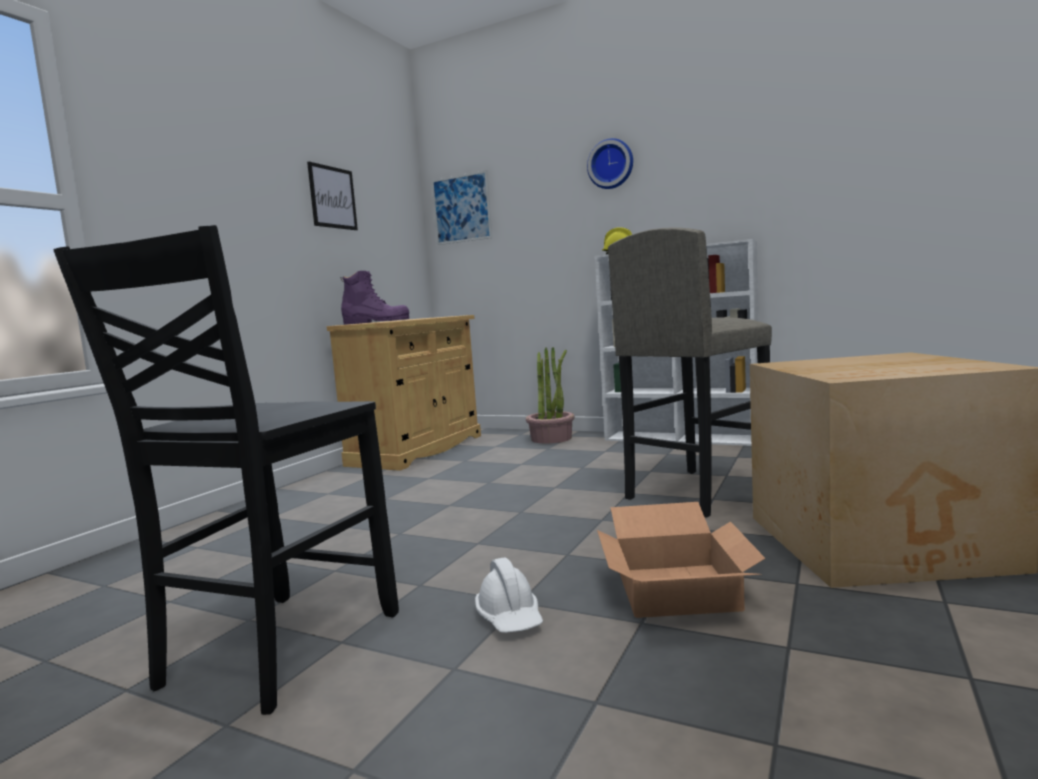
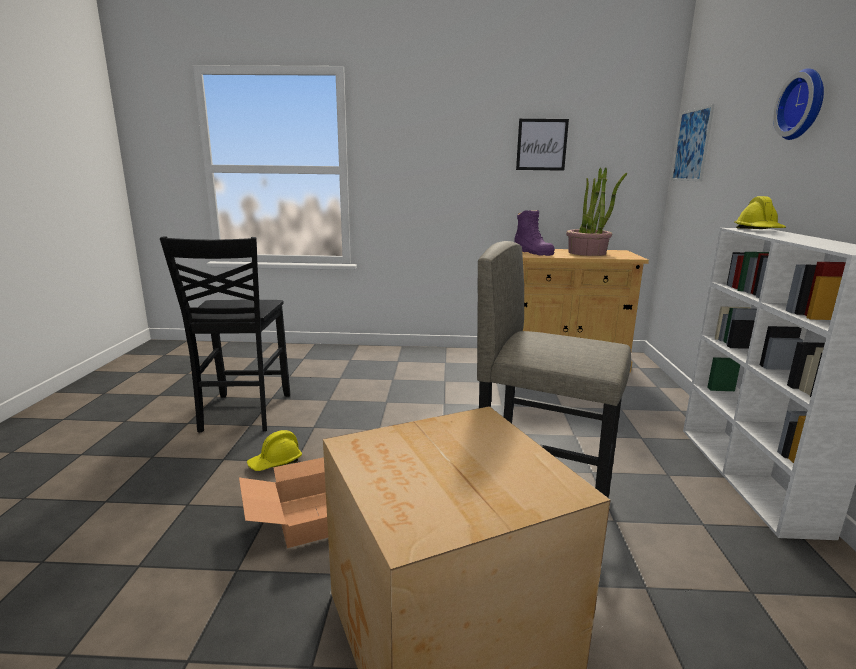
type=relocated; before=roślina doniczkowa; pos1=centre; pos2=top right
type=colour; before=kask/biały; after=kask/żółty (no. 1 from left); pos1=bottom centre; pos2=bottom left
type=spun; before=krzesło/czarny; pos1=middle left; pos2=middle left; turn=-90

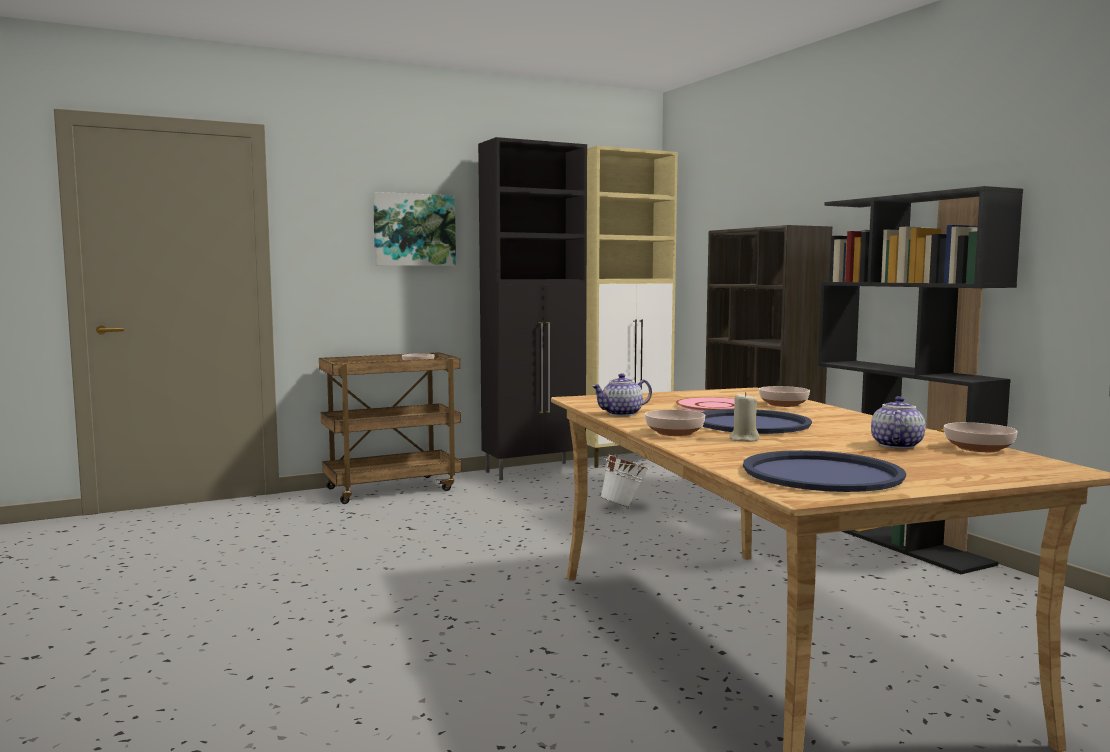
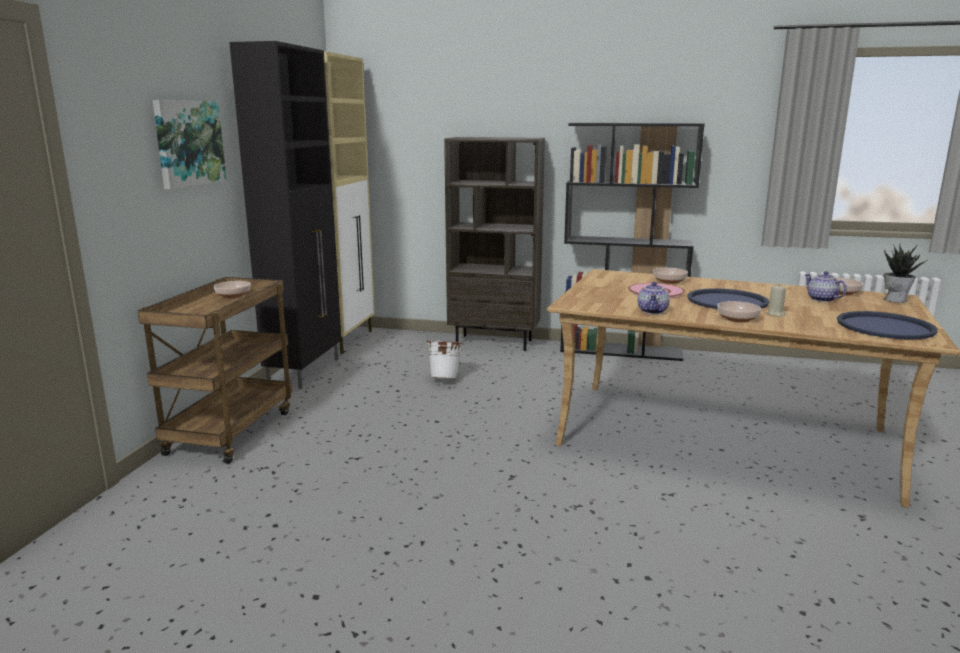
type=appeared; after=roślina doniczkowa; pos2=middle right

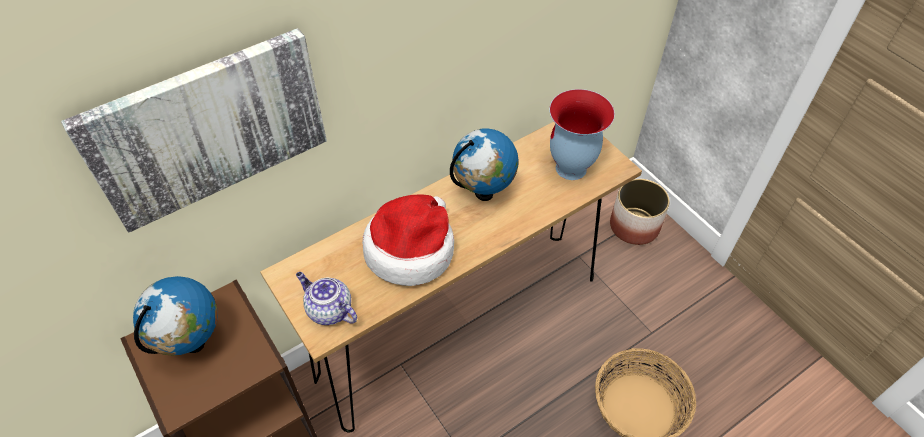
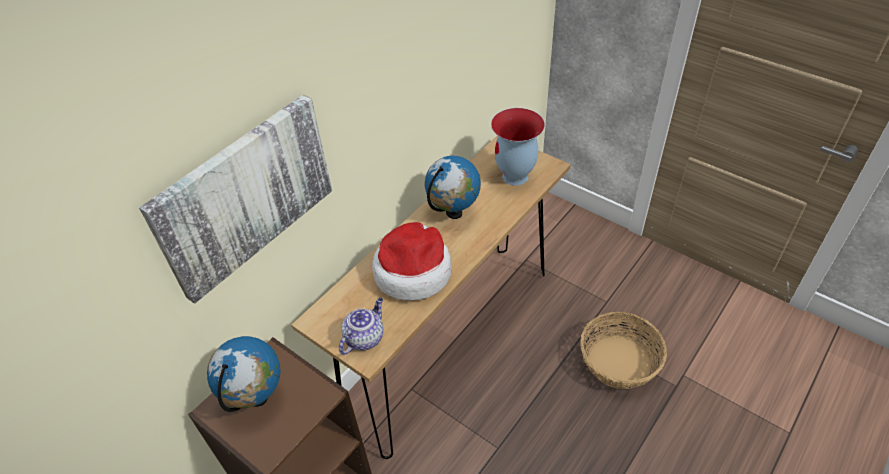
type=missing; before=donica; pos1=middle right
type=spun; before=imbryk; pos1=bottom centre; pos2=bottom centre; turn=105

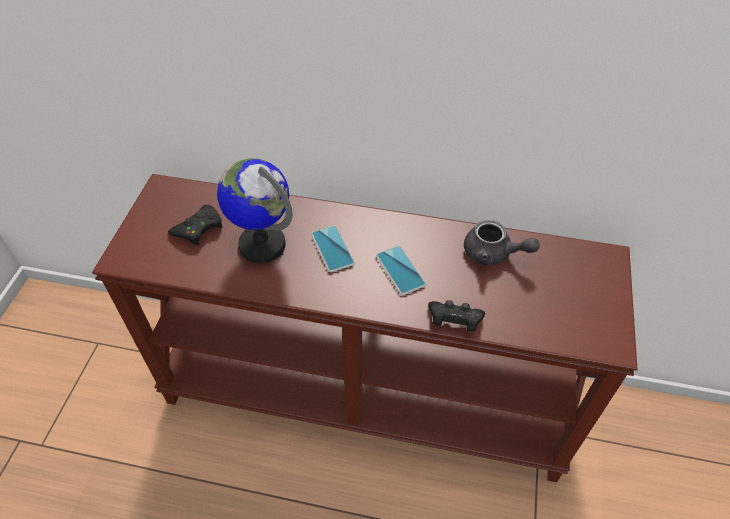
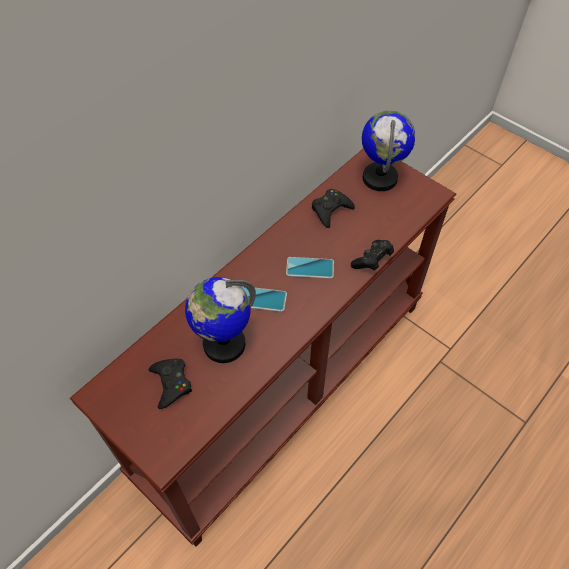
type=appeared; after=globus (no. 2 from left); pos2=top right
type=exchanged; before=imbryk/szary; after=pad do gier/czarny (no. 2 from left); pos1=middle right; pos2=centre

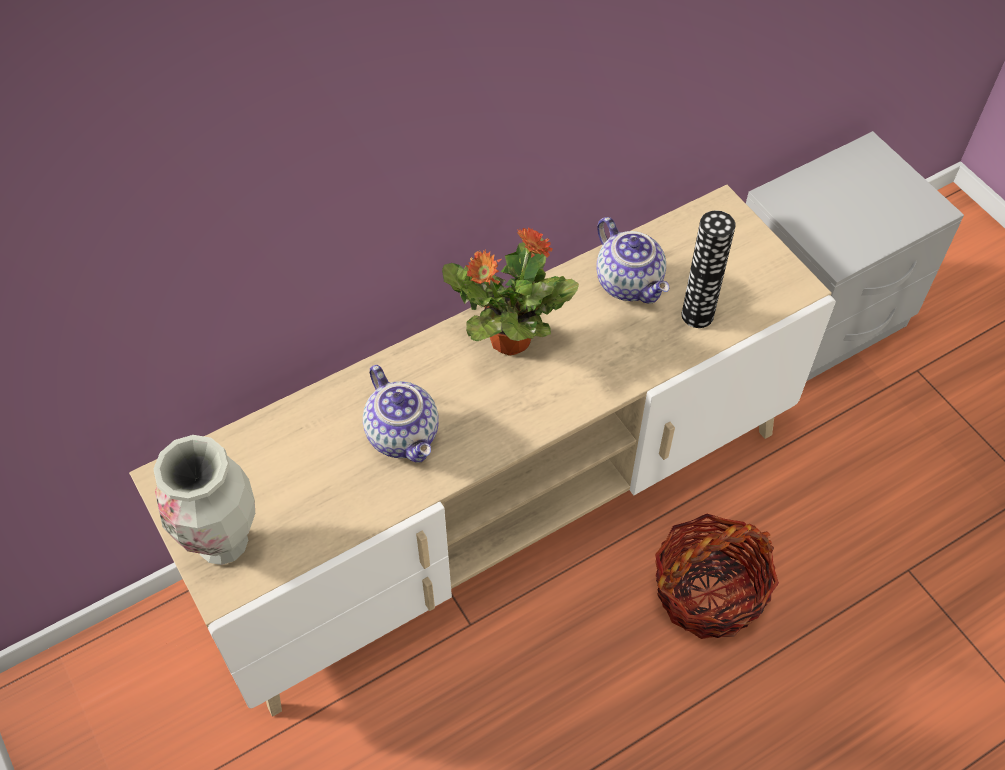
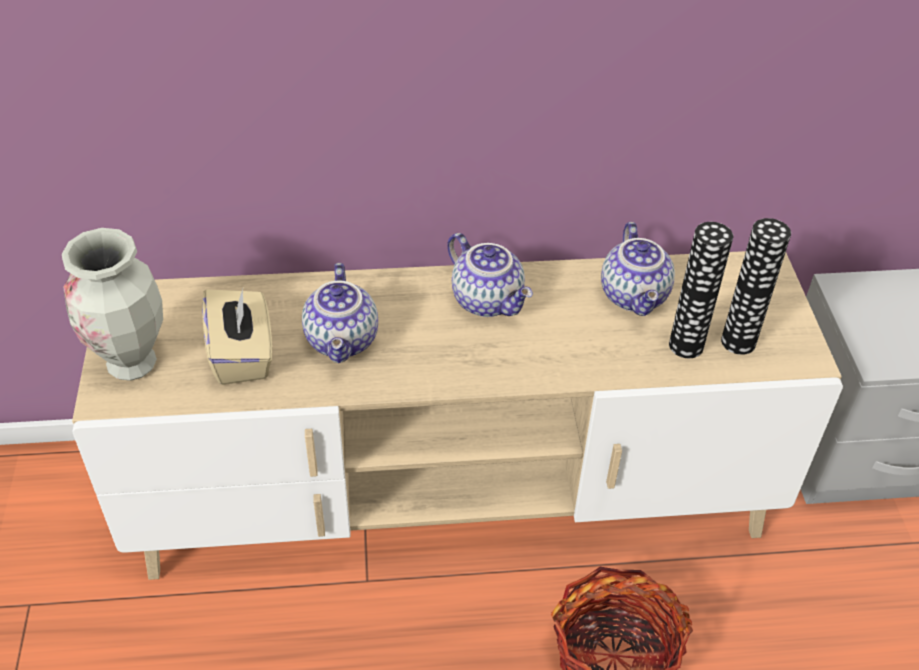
type=appeared; after=pudełko chusteczek/beżowy; pos2=middle left
type=appeared; after=wazon (no. 3 from left); pos2=middle right
type=exchanged; before=roślina doniczkowa; after=imbryk (no. 2 from left); pos1=centre; pos2=centre

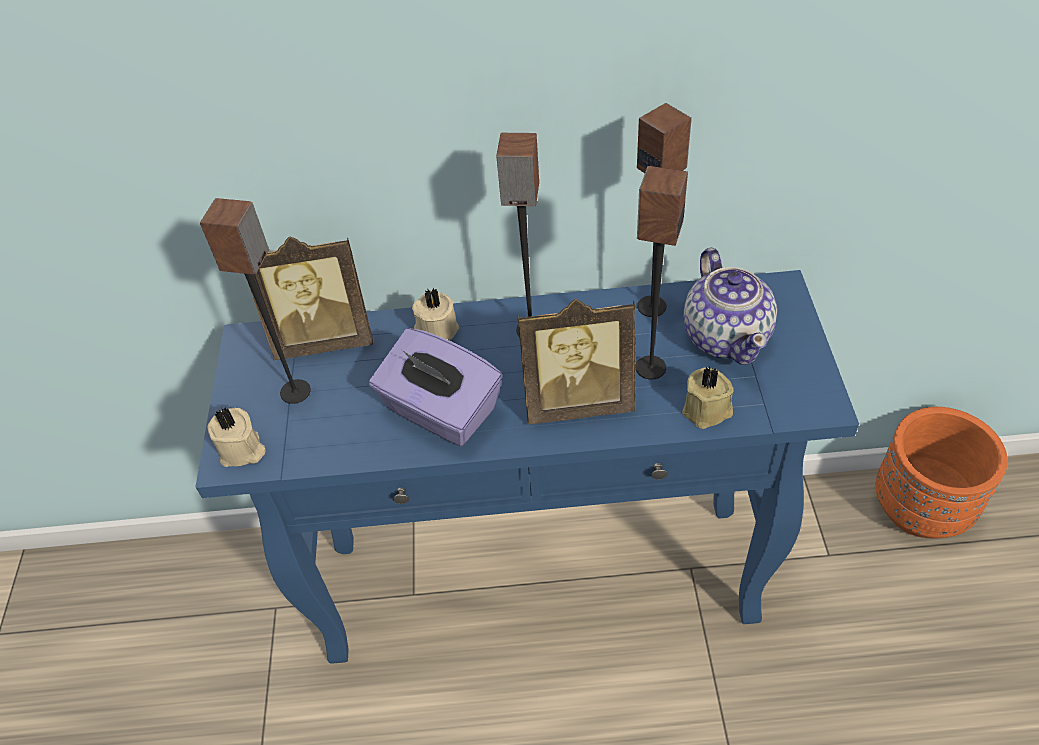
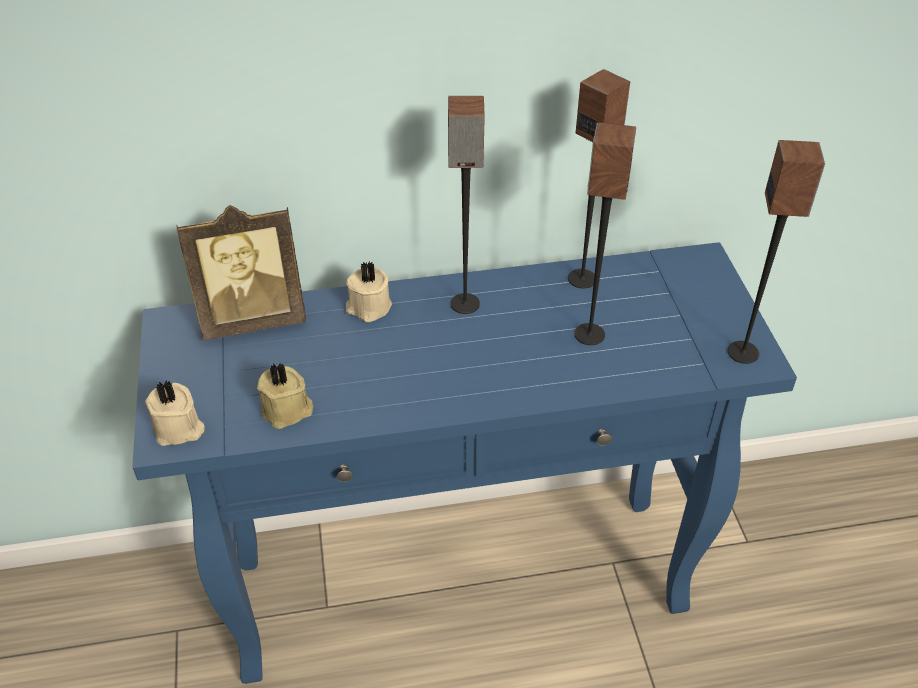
type=missing; before=pudełko chusteczek/fioletowy; pos1=centre
type=missing; before=ramka na zdjęcie (no. 2 from left); pos1=centre
type=missing; before=imbryk; pos1=middle right
type=missing; before=donica/pomarańczowy; pos1=middle right
type=relocated; before=głośnik (no. 1 from left in the first image); after=głośnik (no. 4 from left); pos1=middle left; pos2=middle right
type=relocated; before=świeca/beżowy (no. 3 from left in the first image); after=świeca/beżowy (no. 2 from left); pos1=middle right; pos2=middle left

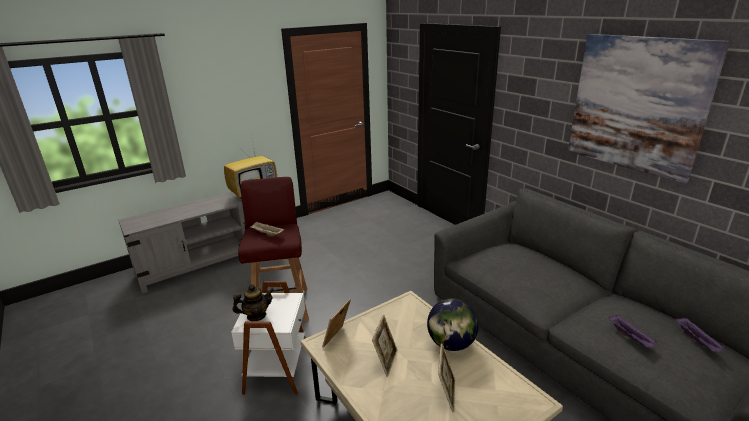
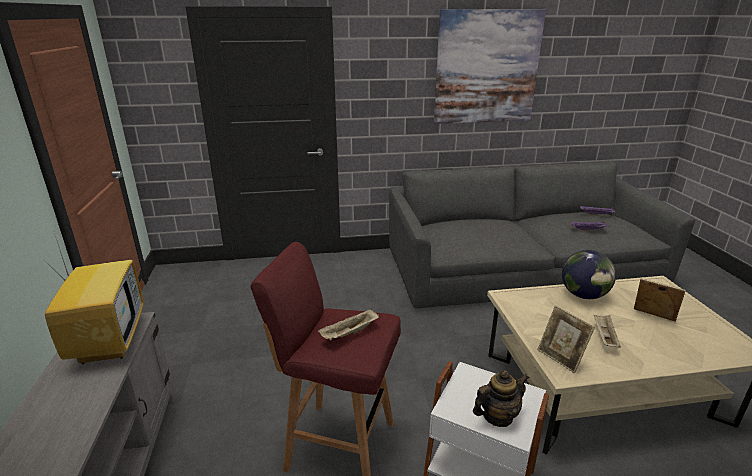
type=exchanged; before=ramka na zdjęcie (no. 2 from left); after=taca/beżowy (no. 2 from left); pos1=bottom centre; pos2=bottom right
type=spun; before=imbryk; pos1=bottom centre; pos2=bottom centre; turn=60

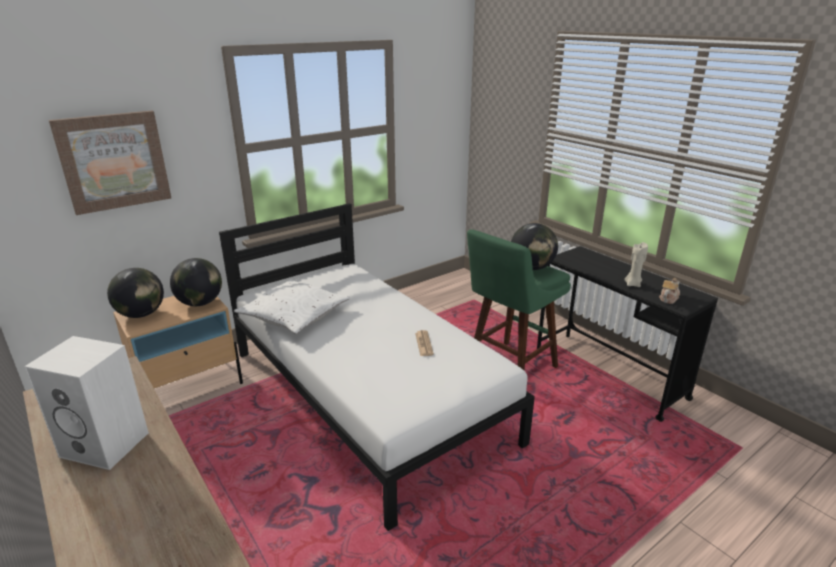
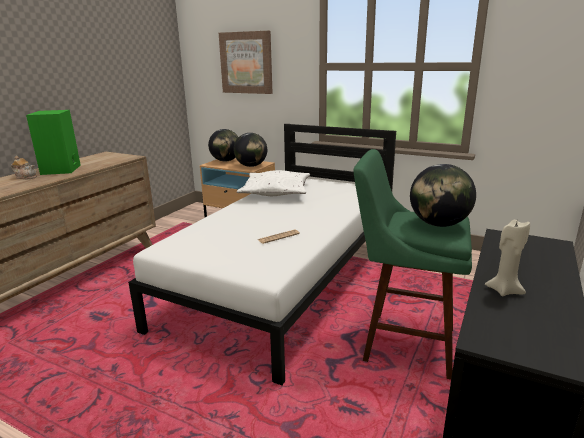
type=relocated; before=imbryk; pos1=middle right; pos2=middle left
type=colour; before=głośnik/biały; after=głośnik/zielony; pos1=bottom left; pos2=top left

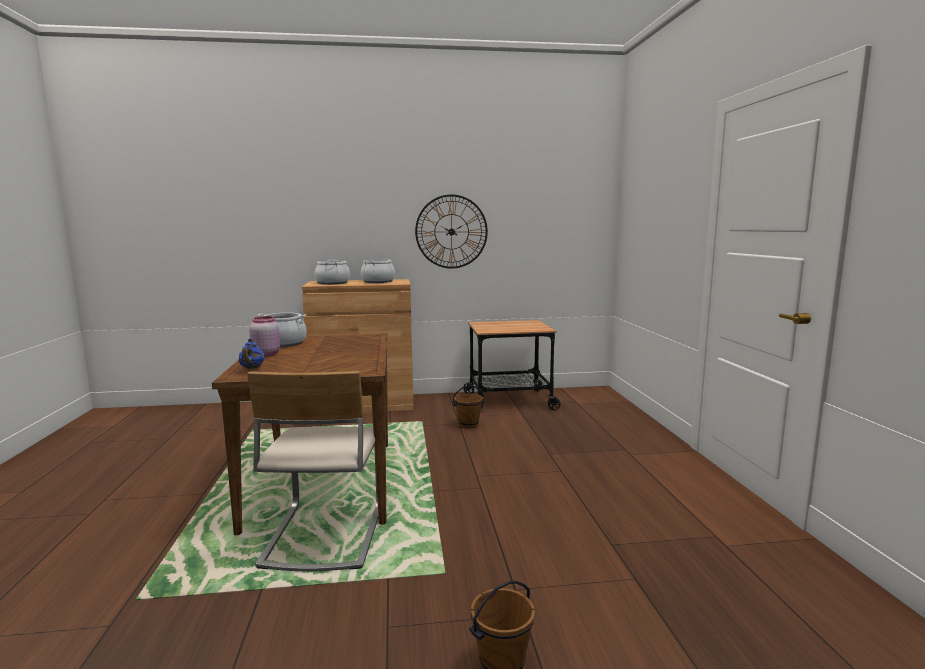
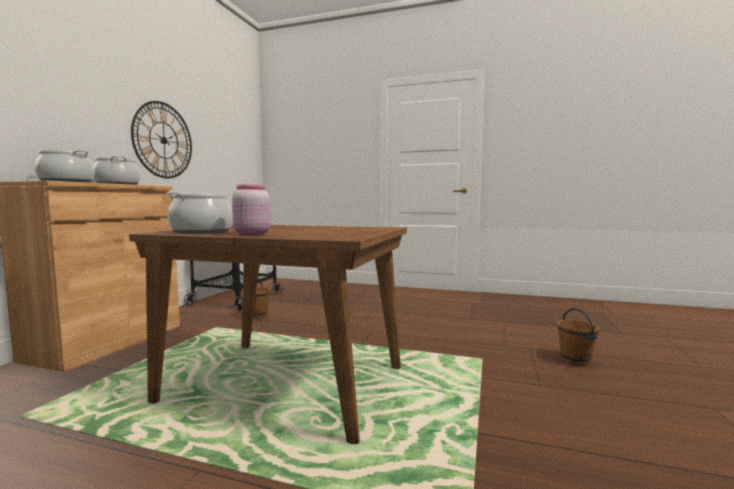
type=missing; before=imbryk/niebieski; pos1=middle left
type=missing; before=krzesło/beżowy; pos1=bottom centre

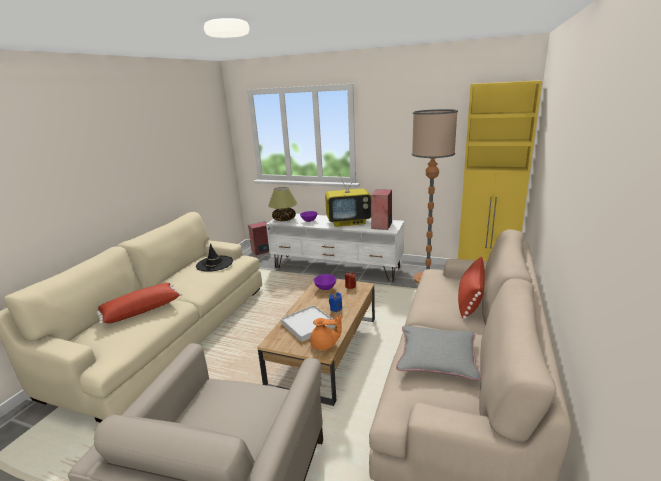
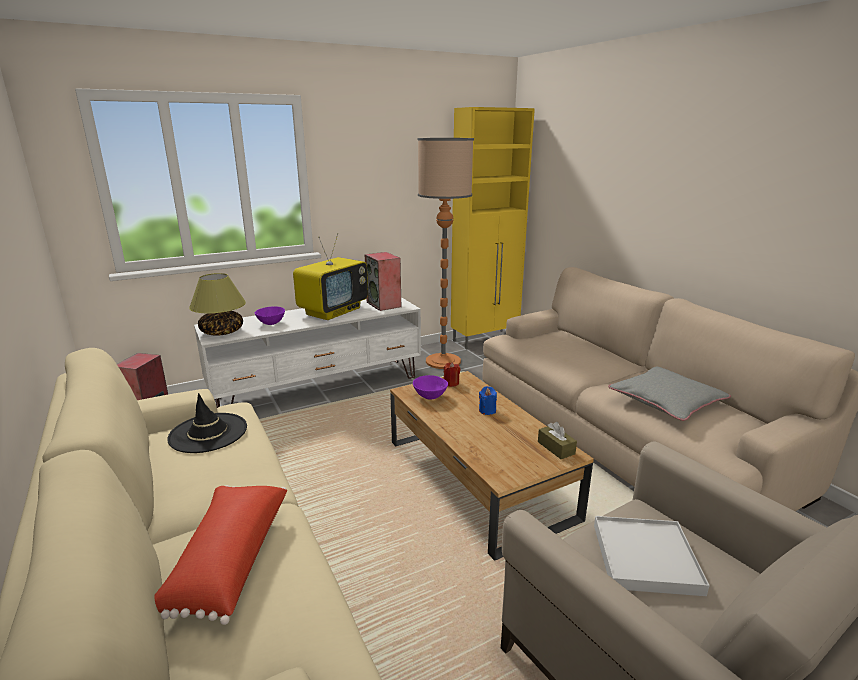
type=missing; before=poduszka/czerwony (no. 2 from left); pos1=middle right
type=relocated; before=taca/biały; pos1=bottom centre; pos2=bottom right
type=exchanged; before=imbryk/pomarańczowy; after=pudełko chusteczek/brązowy; pos1=bottom centre; pos2=centre

